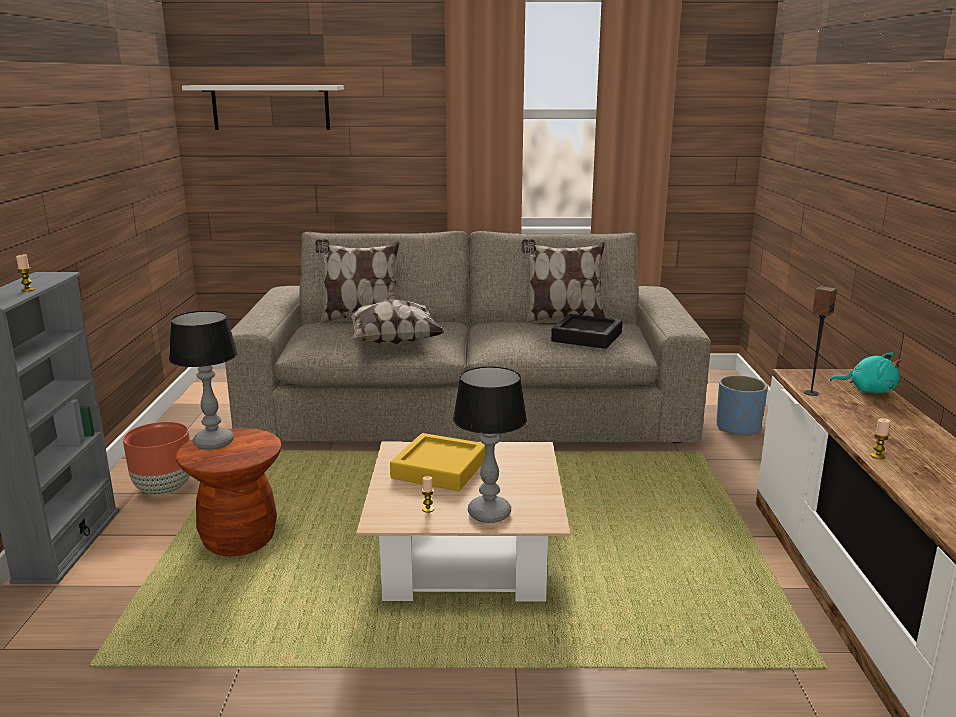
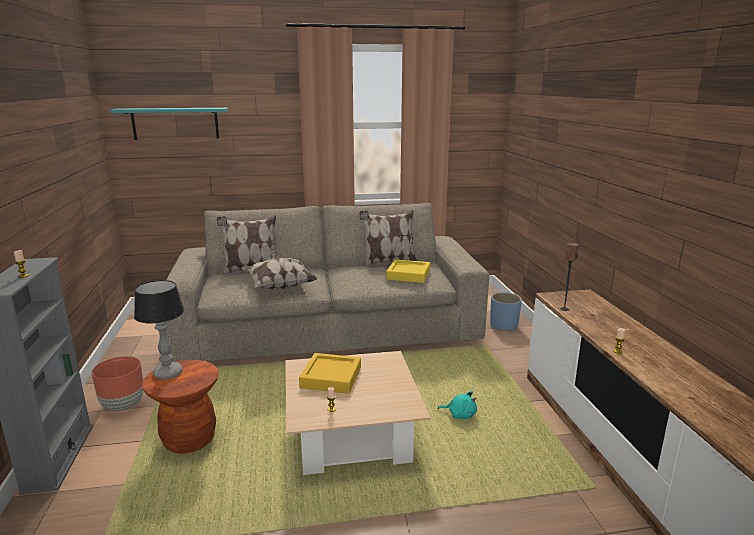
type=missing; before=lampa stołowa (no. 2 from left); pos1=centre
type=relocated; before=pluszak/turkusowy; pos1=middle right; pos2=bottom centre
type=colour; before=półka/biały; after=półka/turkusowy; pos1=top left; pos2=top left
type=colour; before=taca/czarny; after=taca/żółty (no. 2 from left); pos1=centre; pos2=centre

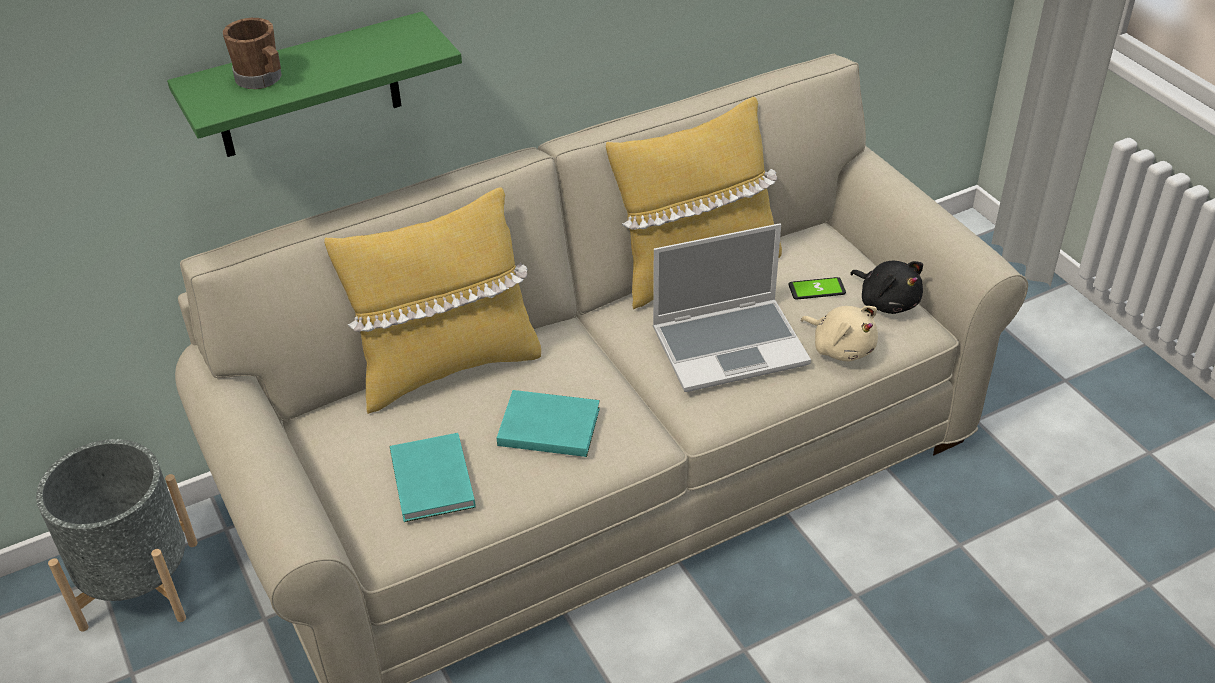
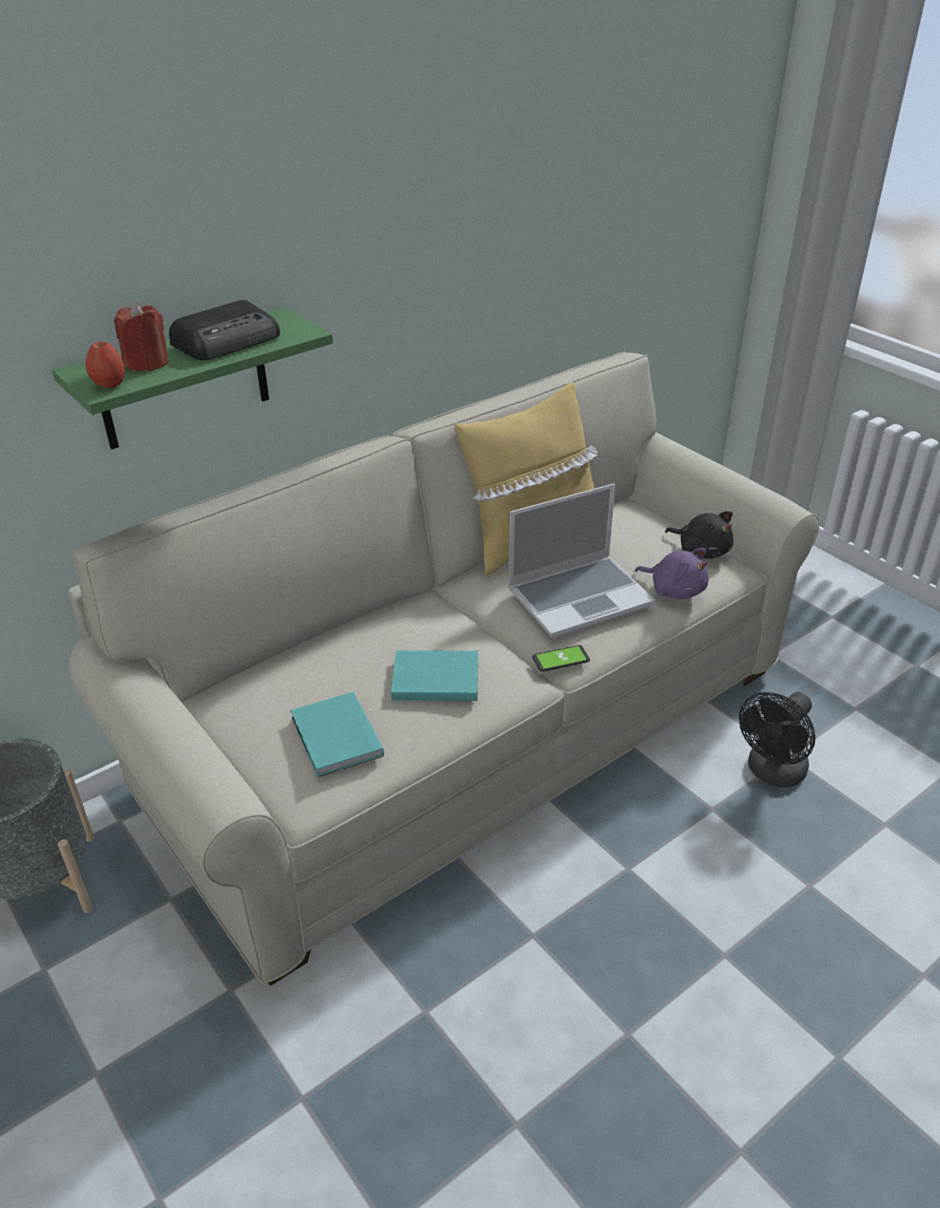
type=missing; before=poduszka/żółty (no. 1 from left); pos1=centre
type=appeared; after=jabłko; pos2=top left
type=appeared; after=radio; pos2=top left
type=appeared; after=wentylator/czarny; pos2=middle right
type=relocated; before=telefon; pos1=middle right; pos2=centre
type=exchanged; before=kubek/brązowy; after=świeca/czerwony; pos1=top left; pos2=top left
type=colour; before=pluszak/beżowy; after=pluszak/fioletowy; pos1=middle right; pos2=middle right

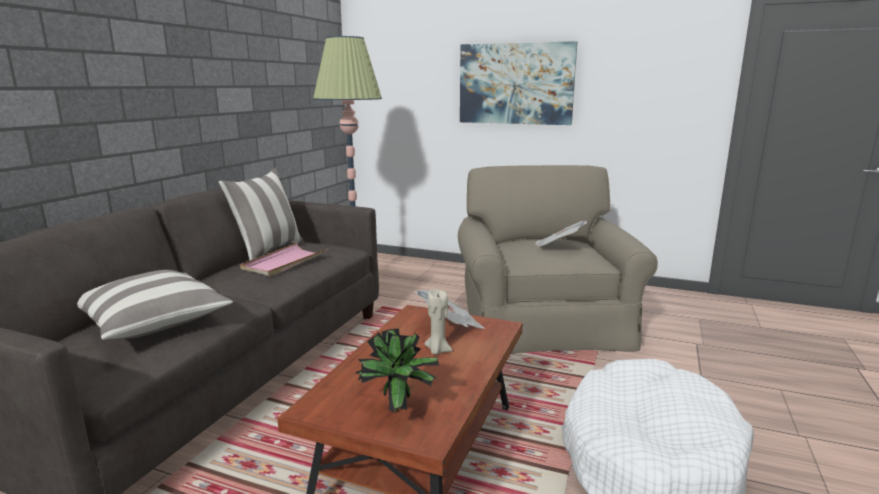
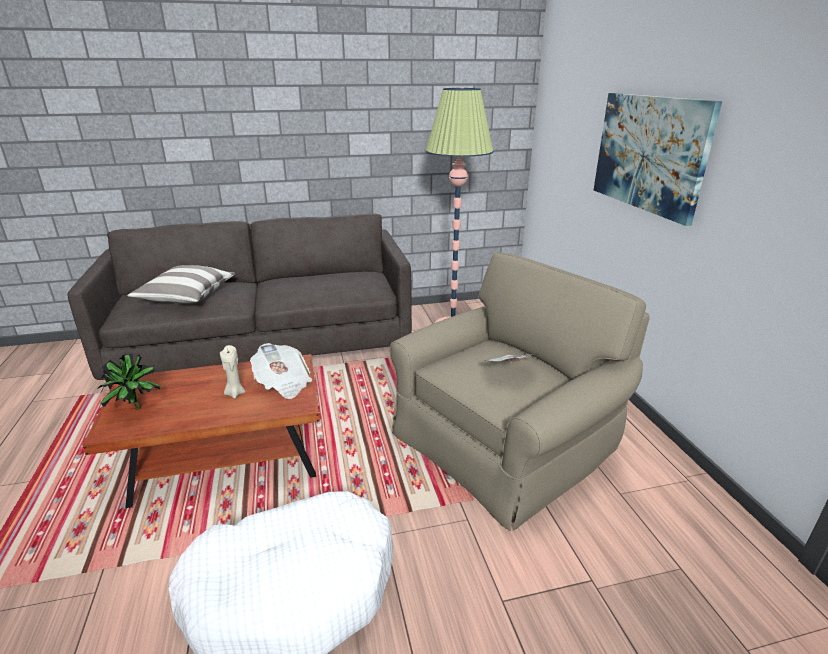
type=missing; before=poduszka (no. 2 from left); pos1=middle left
type=missing; before=taca/różowy; pos1=middle left

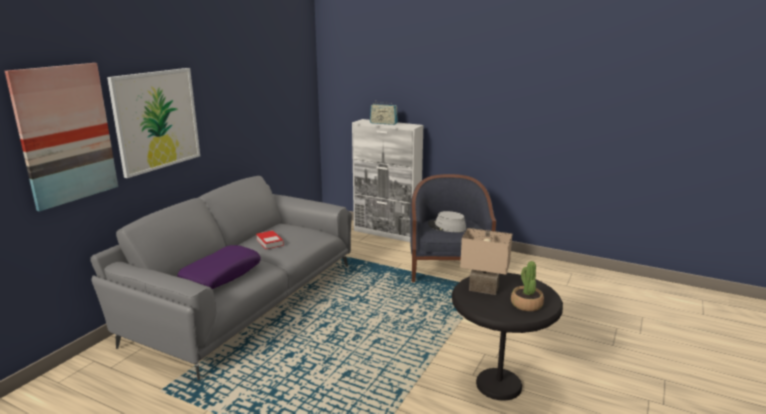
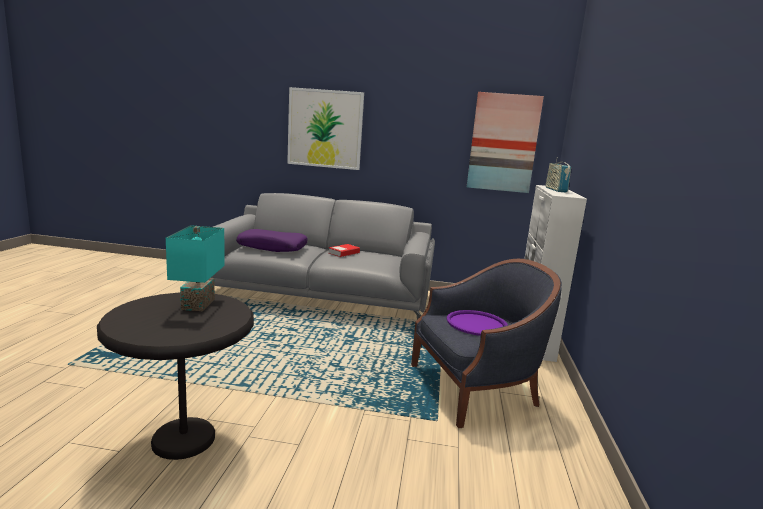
type=missing; before=roślina doniczkowa; pos1=bottom right
type=relocated; before=obraz (no. 1 from left in the first image); after=obraz (no. 2 from left); pos1=top left; pos2=top centre
type=exchanged; before=kapelusz/szary; after=taca/fioletowy; pos1=centre; pos2=centre
type=colour; before=lampa stołowa/beżowy; after=lampa stołowa/turkusowy; pos1=centre; pos2=middle left

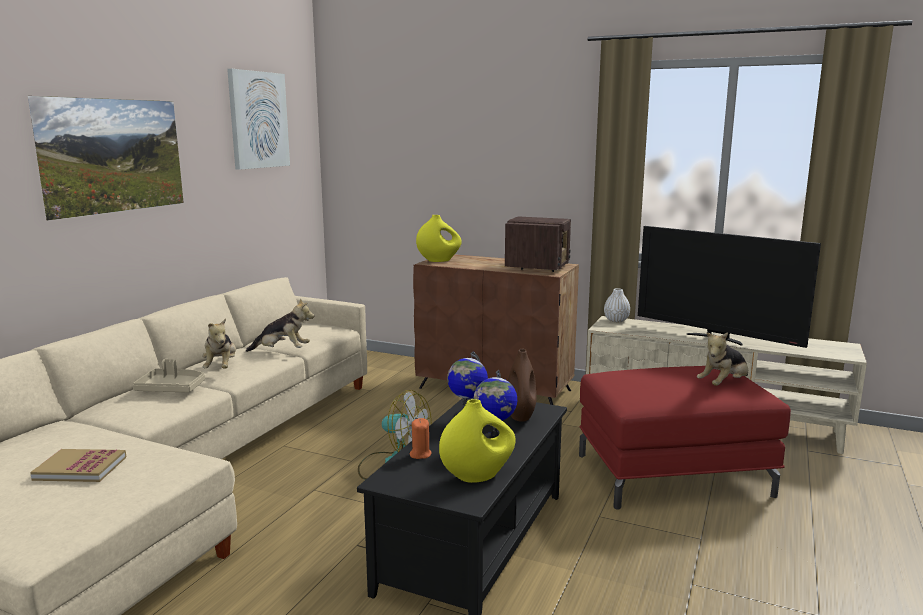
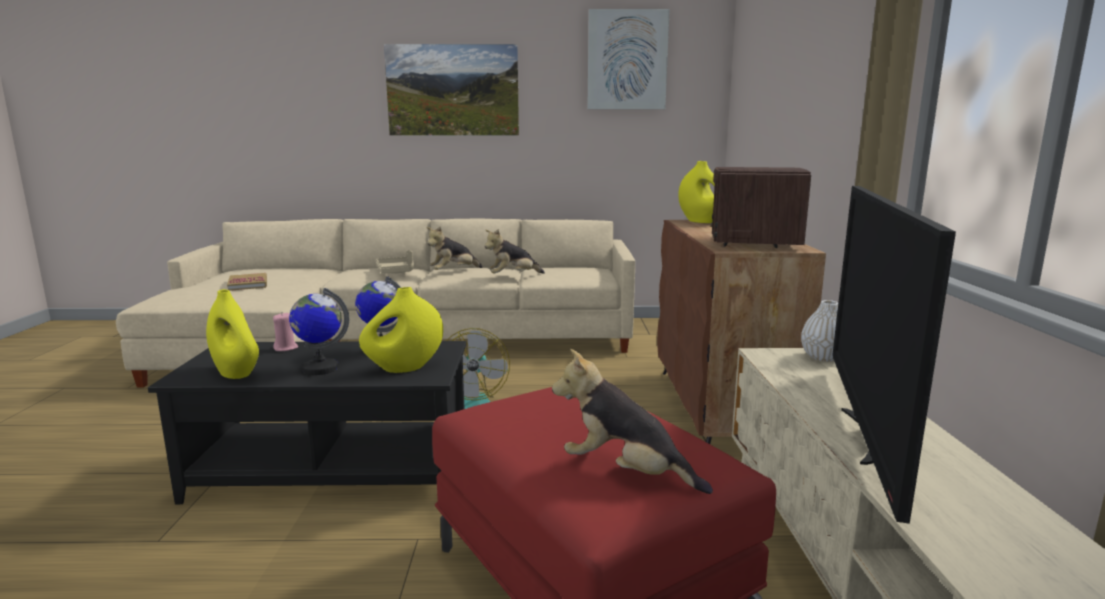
type=colour; before=świeca/pomarańczowy; after=świeca/różowy; pos1=bottom centre; pos2=middle left
type=colour; before=wazon/brązowy; after=wazon/żółty (no. 2 from left); pos1=centre; pos2=centre
type=spun; before=pluszak (no. 2 from left); pos1=middle left; pos2=centre; turn=90
type=spun; before=radio; pos1=centre; pos2=middle right; turn=105

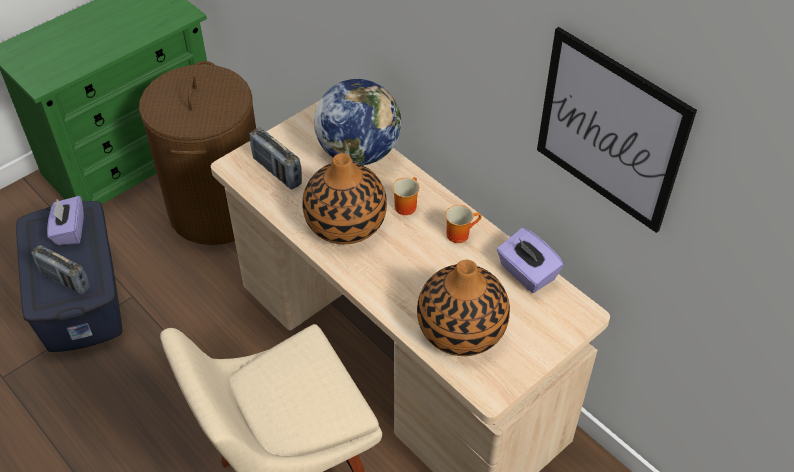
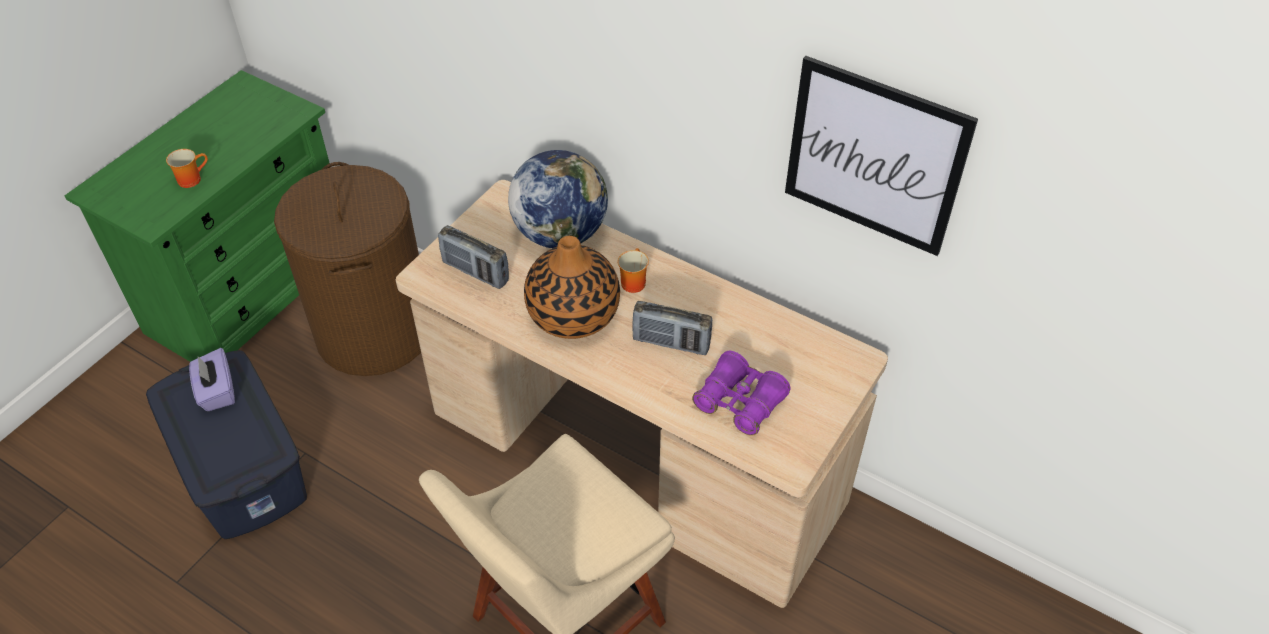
type=missing; before=pudełko chusteczek/fioletowy (no. 2 from left); pos1=middle right
type=relocated; before=radio (no. 1 from left in the first image); after=radio (no. 2 from left); pos1=middle left; pos2=centre
type=relocated; before=kubek (no. 2 from left in the first image); after=kubek (no. 1 from left); pos1=centre; pos2=top left
type=exchanged; before=wazon (no. 2 from left); after=lornetka/fioletowy; pos1=centre; pos2=centre

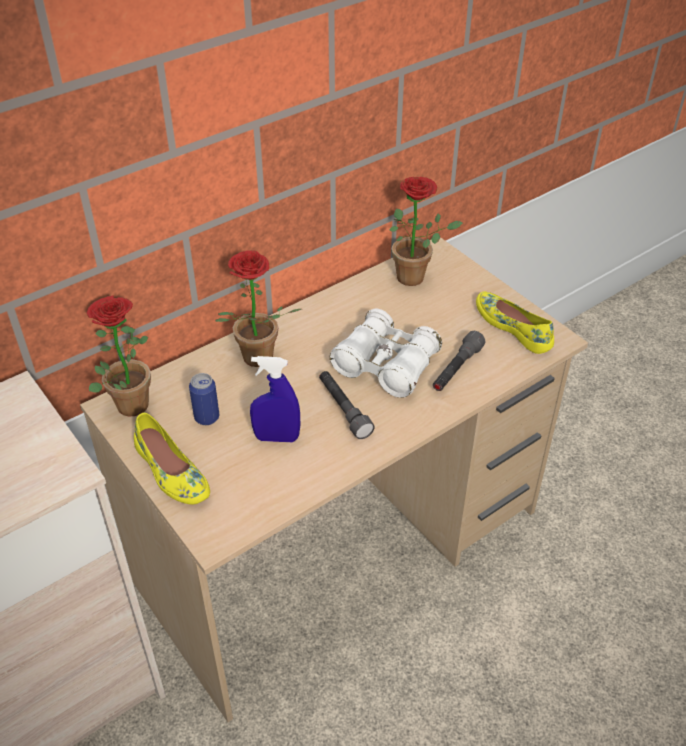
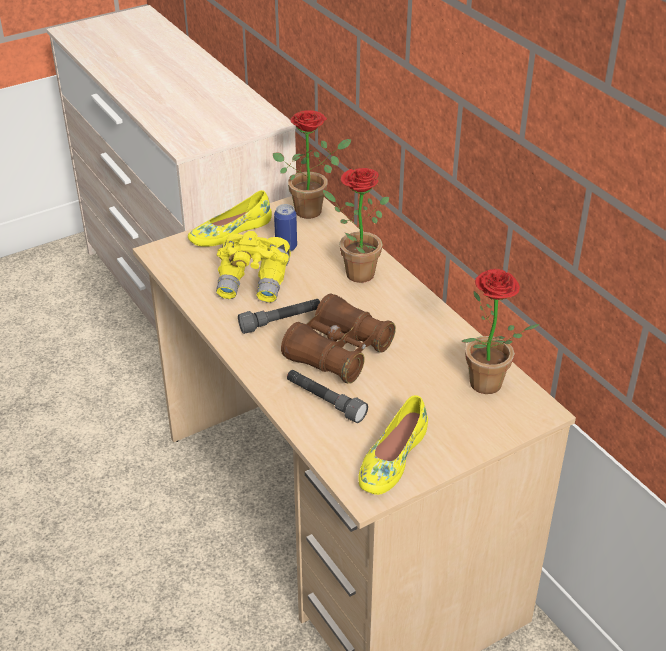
type=exchanged; before=spryskiwacz/niebieski; after=lornetka/żółty; pos1=centre; pos2=centre
type=colour; before=lornetka/biały; after=lornetka/brązowy; pos1=centre; pos2=centre
type=spun; before=but/żółty (no. 2 from left); pos1=middle right; pos2=bottom centre; turn=150

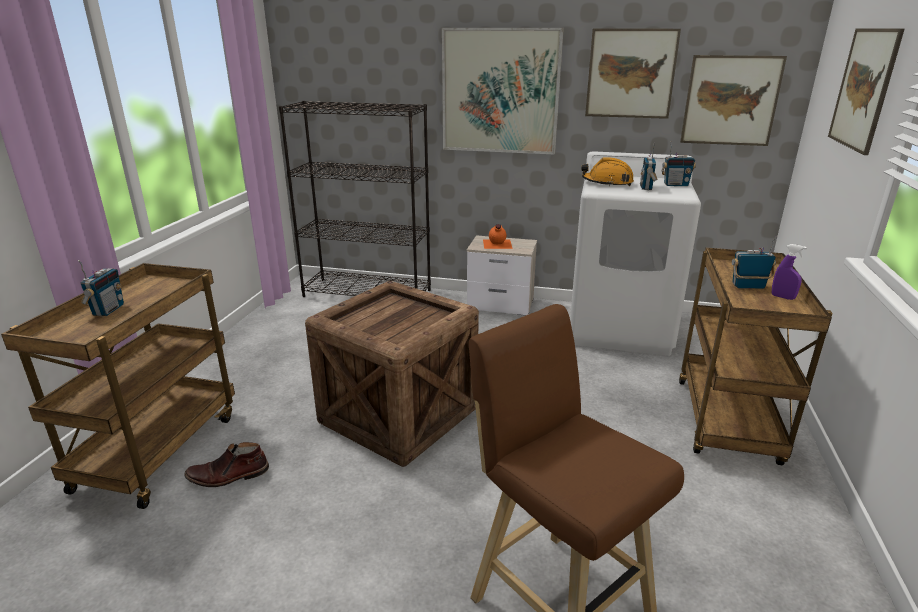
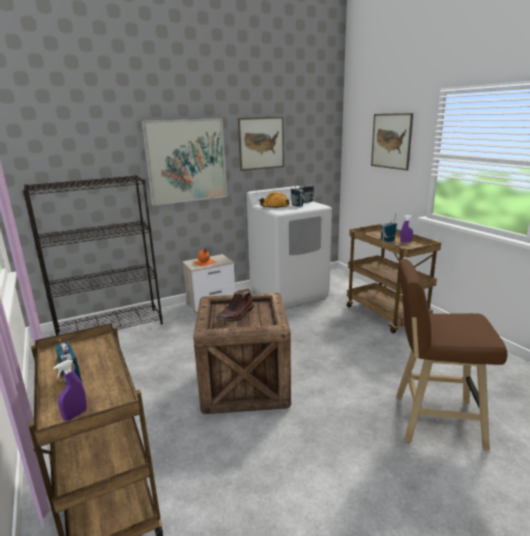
type=missing; before=obraz (no. 3 from left); pos1=top right
type=appeared; after=spryskiwacz/fioletowy (no. 1 from left); pos2=bottom left
type=relocated; before=but z cholewką/brązowy; pos1=bottom left; pos2=centre

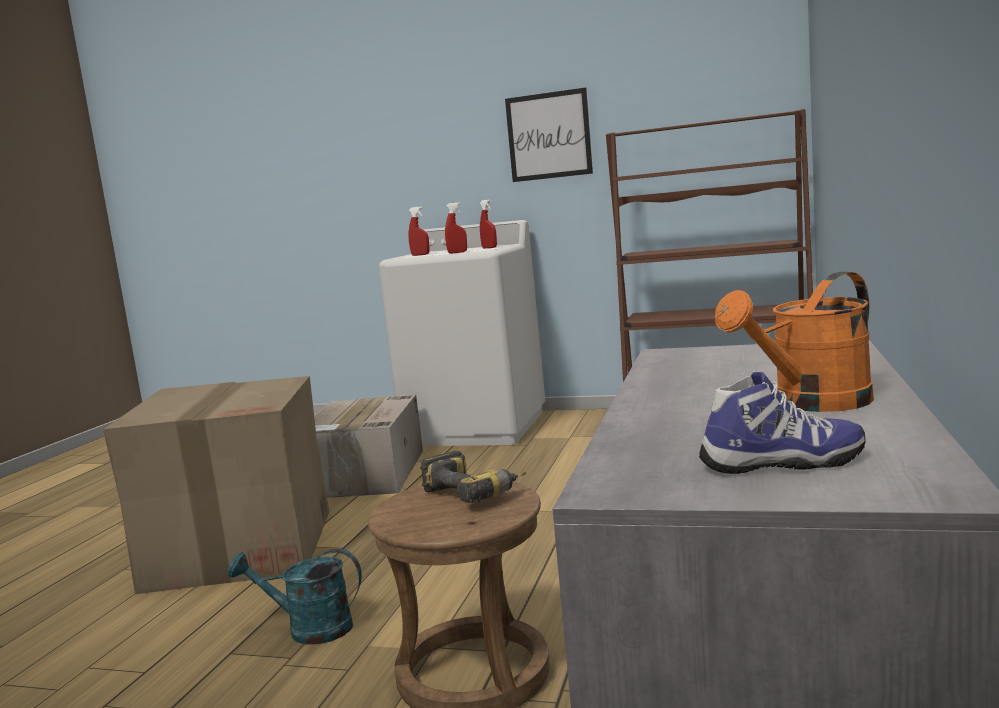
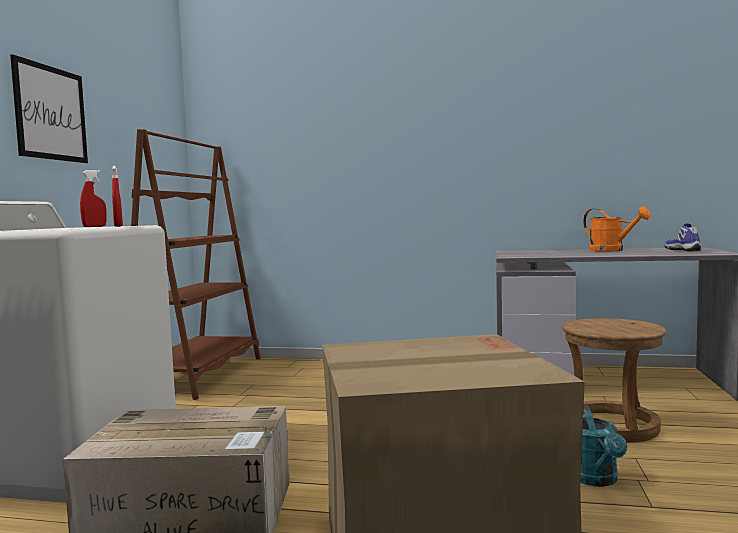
type=missing; before=spryskiwacz/czerwony (no. 1 from left); pos1=top centre
type=missing; before=wiertarka; pos1=bottom centre

